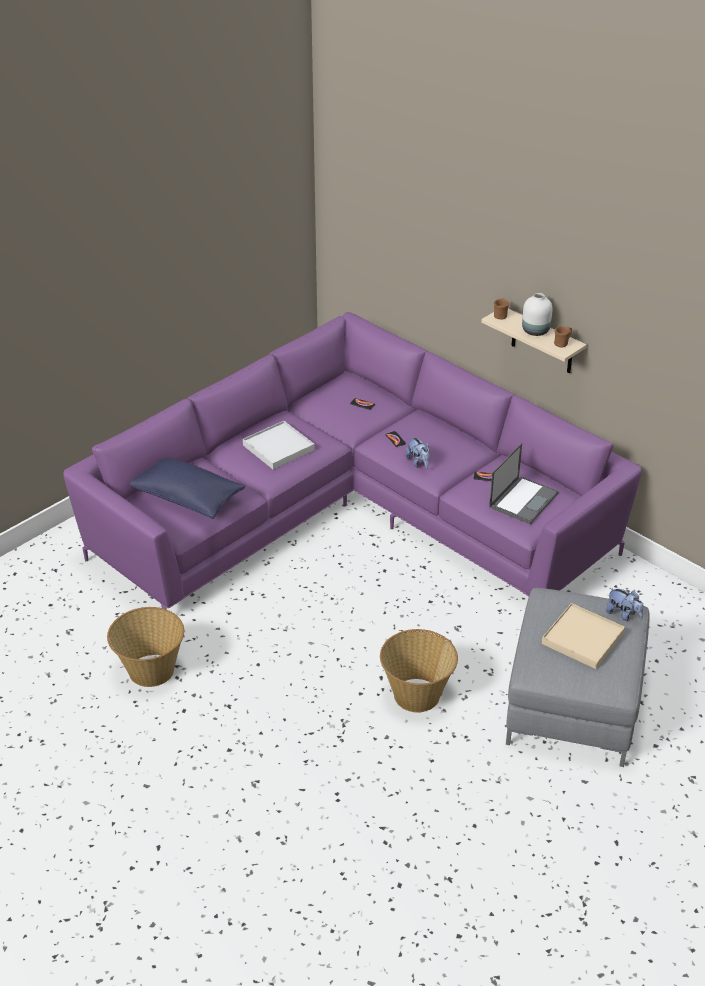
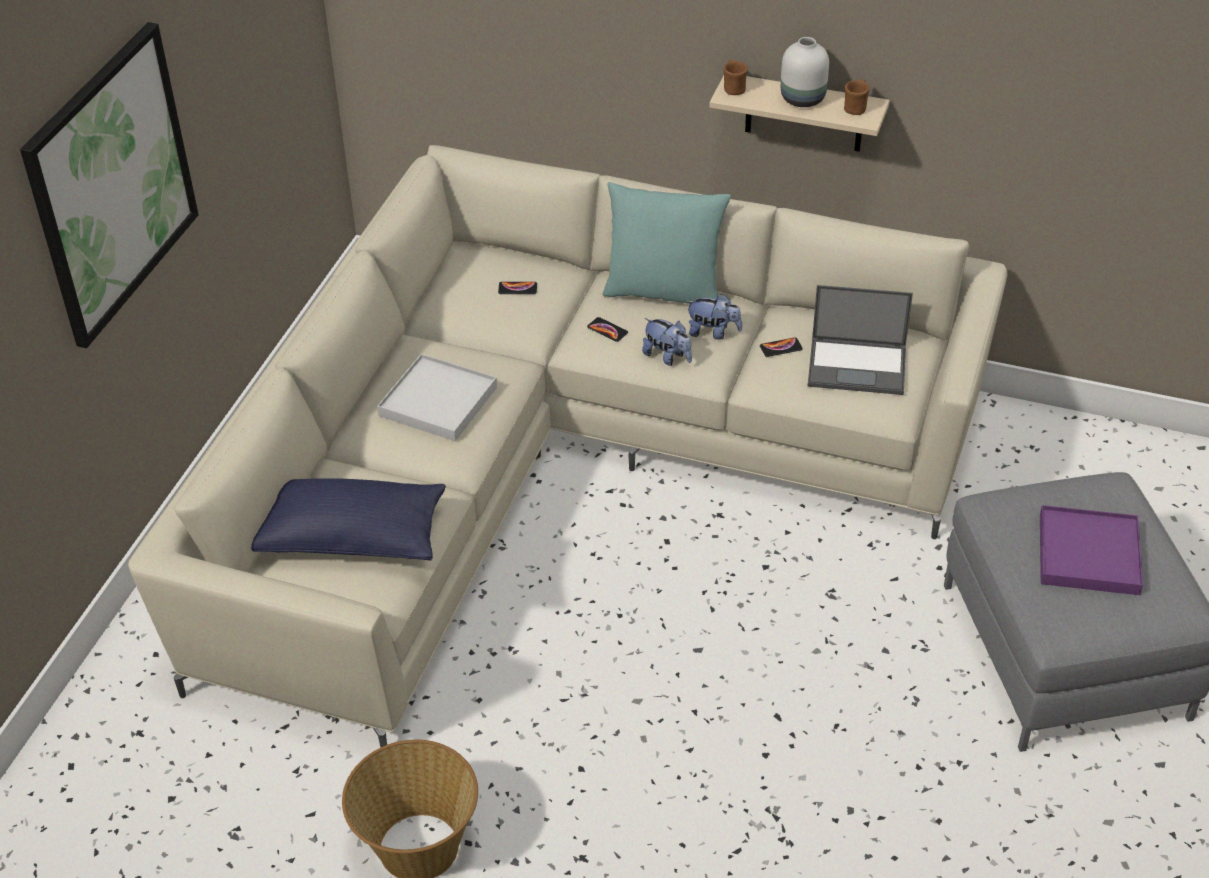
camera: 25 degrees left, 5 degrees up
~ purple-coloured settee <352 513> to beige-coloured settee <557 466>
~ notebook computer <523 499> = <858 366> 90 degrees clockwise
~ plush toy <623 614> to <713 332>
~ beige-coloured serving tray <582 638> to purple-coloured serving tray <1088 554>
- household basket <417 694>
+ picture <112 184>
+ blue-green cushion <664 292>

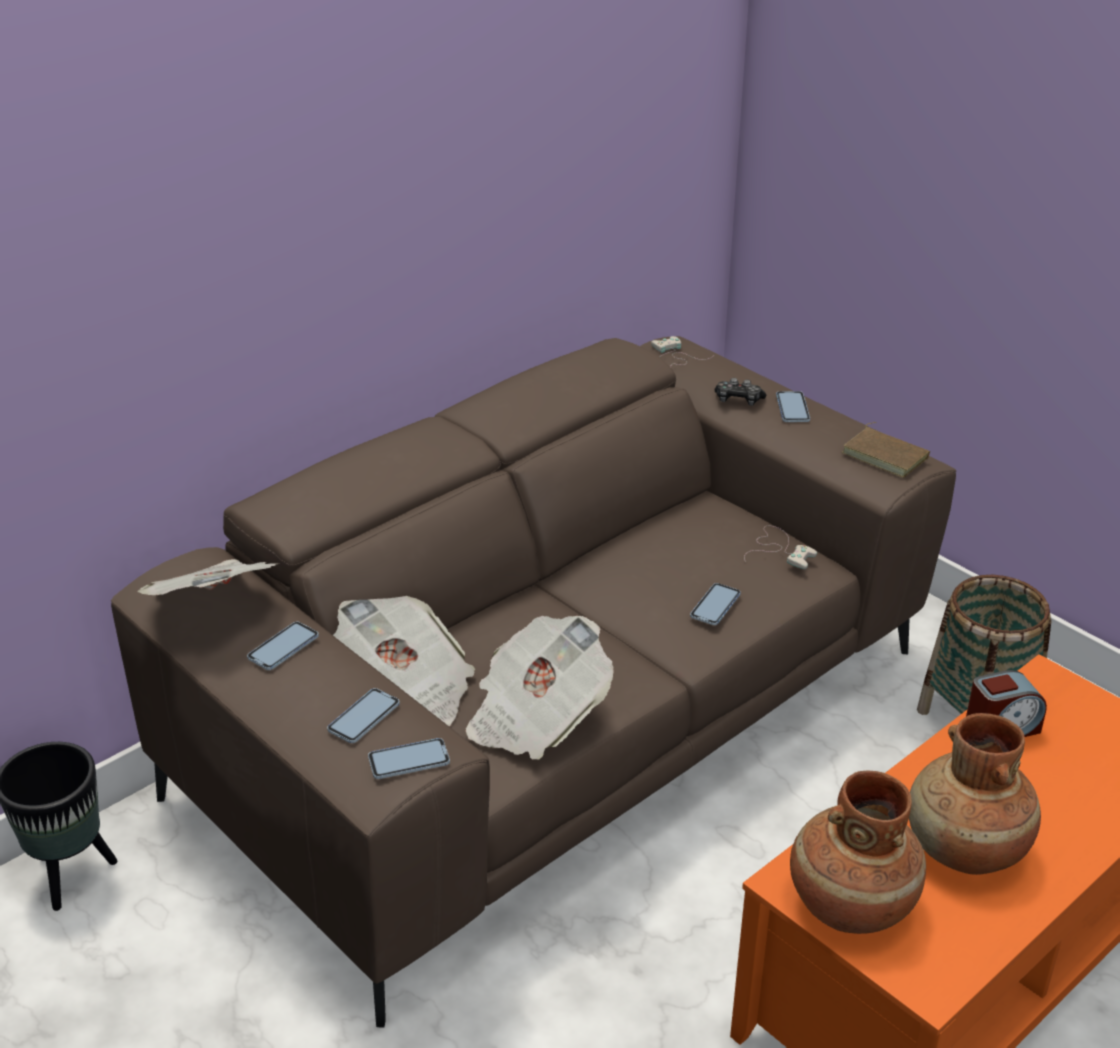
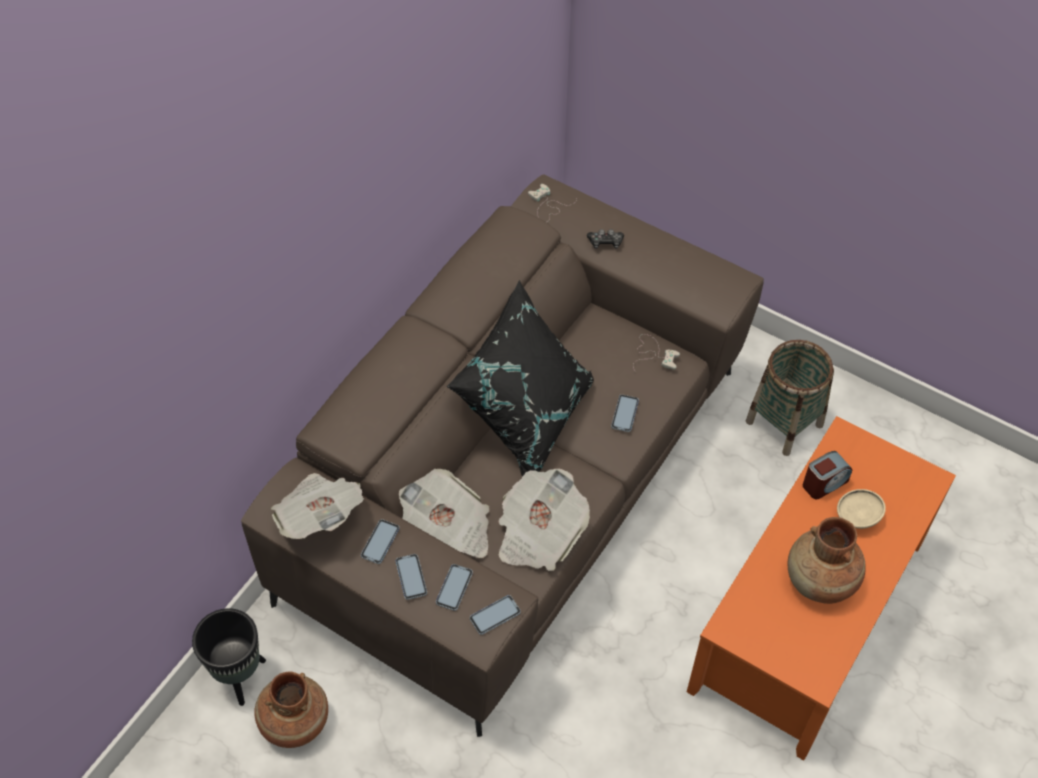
camera: 15 degrees left, 20 degrees up
~ telephone <792 408> to <411 577>
- brown-coloured book <886 455>
~ brown-coloured vase <849 904> to <294 722>
+ black-coloured cushion <525 415>
+ beige-coloured deep dish <857 516>

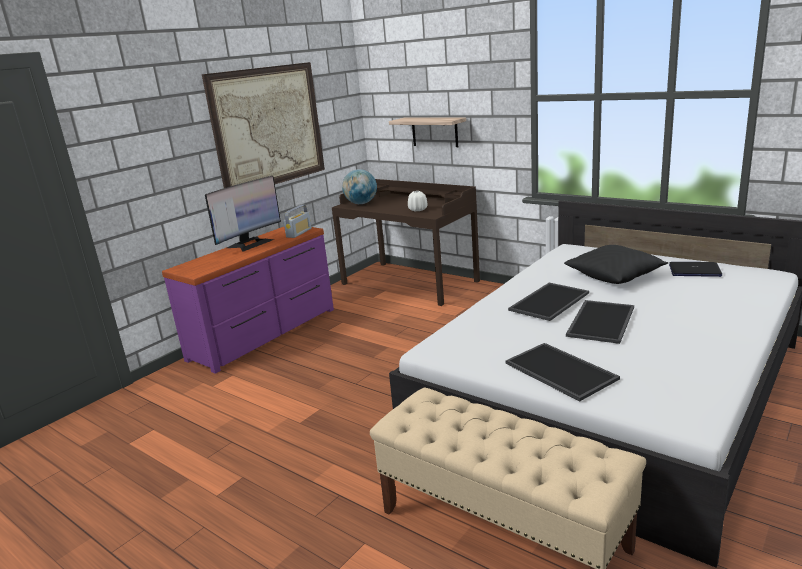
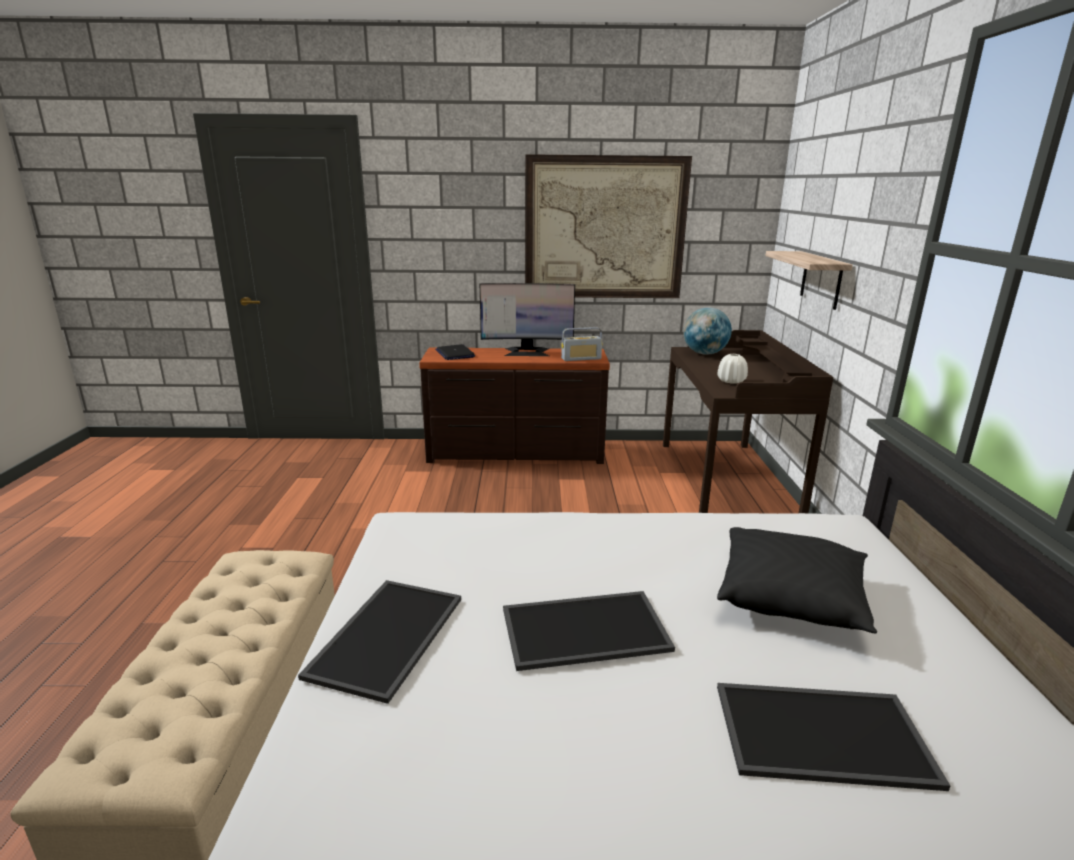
camera: 50 degrees right, 0 degrees up
~ purple-coloured dresser <265 334> to brown-coloured dresser <515 453>
~ notebook computer <694 271> to <454 353>
~ serving tray <548 301> to <823 732>

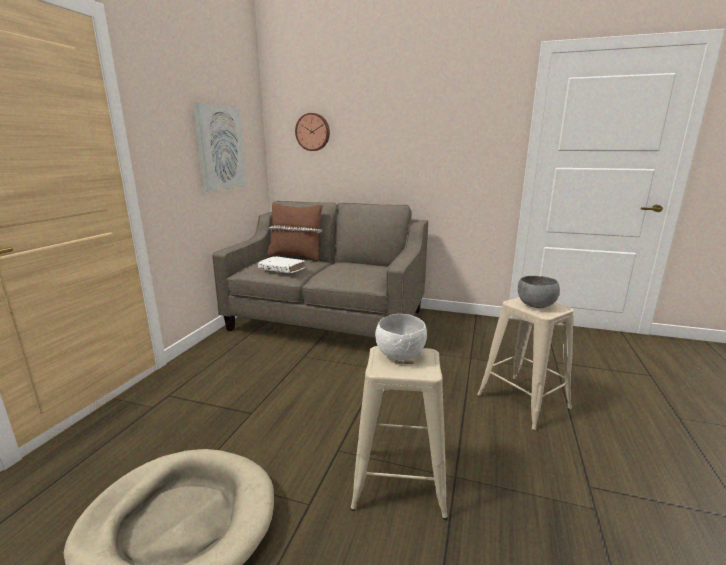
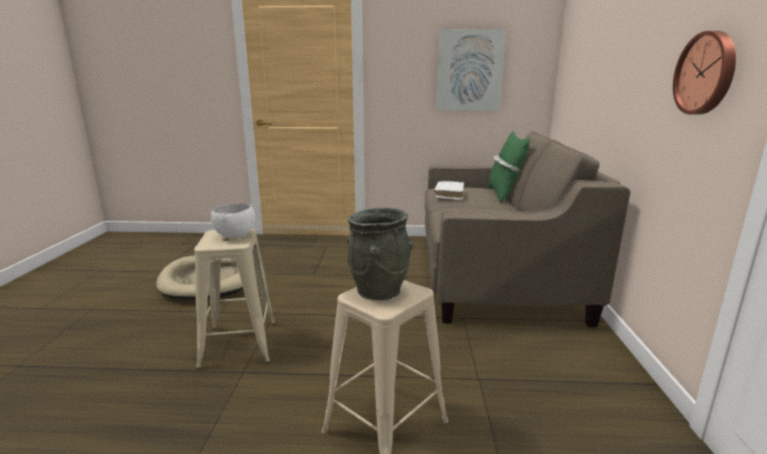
camera: 75 degrees right, 0 degrees up
~ wall clock <313 132> to <706 73>
~ brown-coloured cushion <295 257> to green-coloured cushion <504 194>
~ gray deep dish <535 306> to gray vase <379 291>

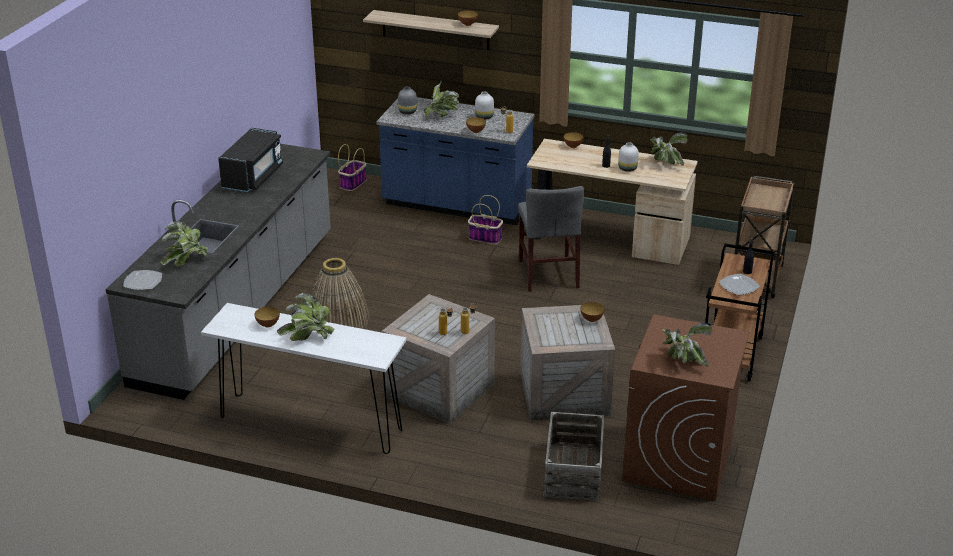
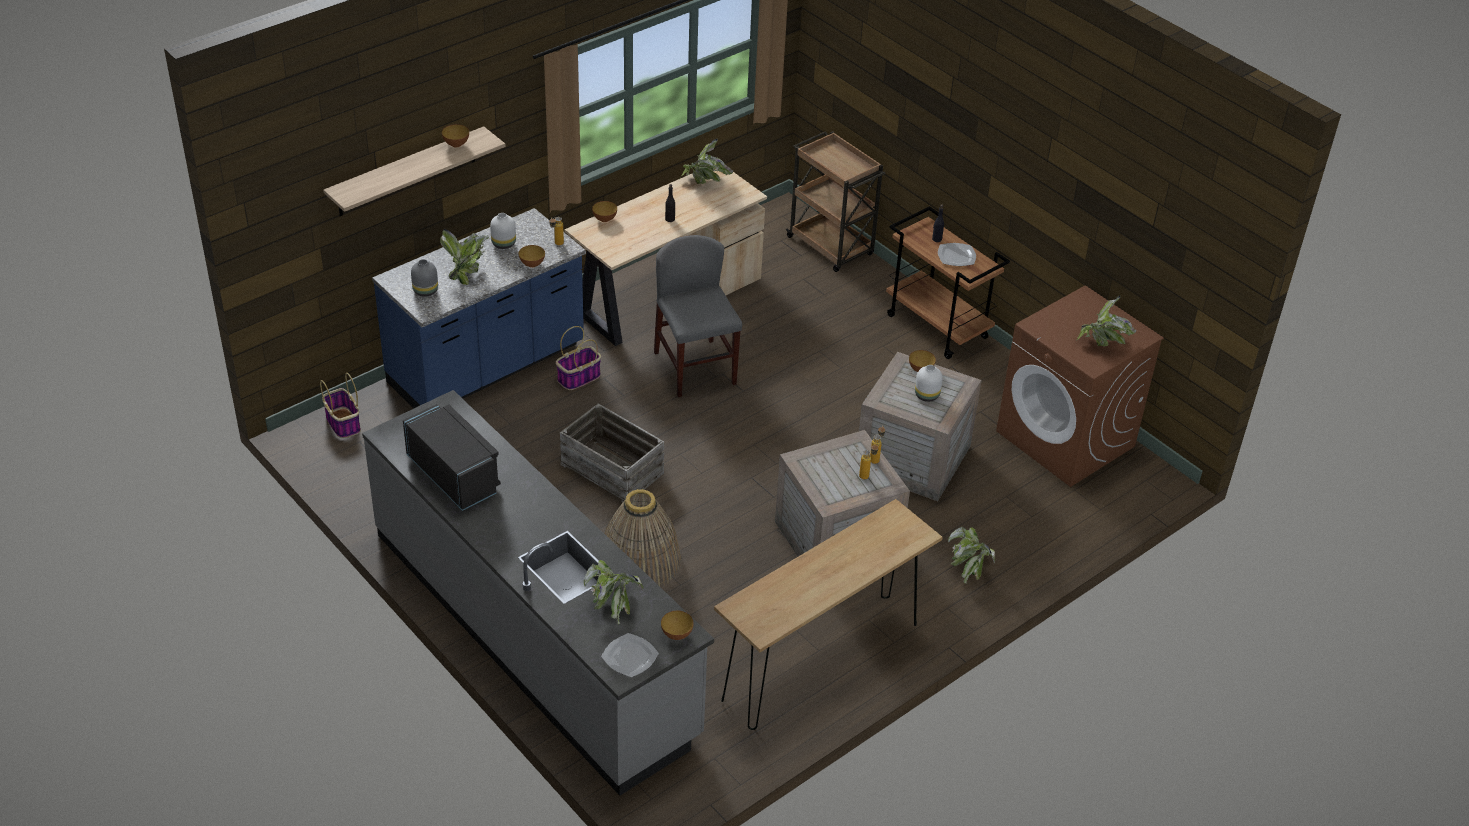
camera: 60 degrees left, 10 degrees up
~ white-coloured vase <627 169> to <927 396>
~ gray plain chair <548 274> = <695 368> 135 degrees counterclockwise
~ houseplant <307 337> to <970 567>
~ white-coloured narrow table <310 424> to brown-coloured narrow table <821 661>
~ deep dish <268 325> to <676 635>
~ packing crate <574 471> to <613 468>

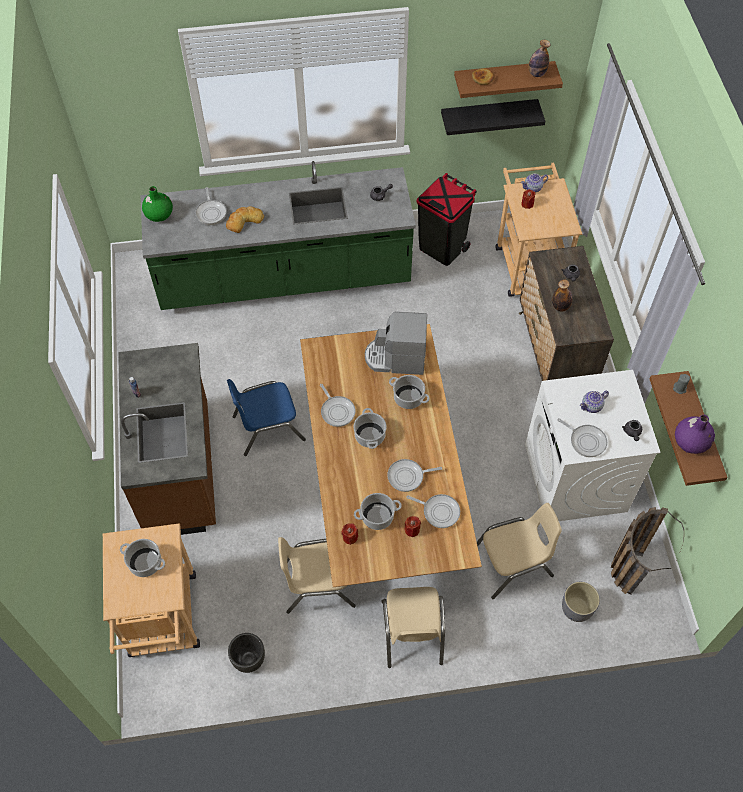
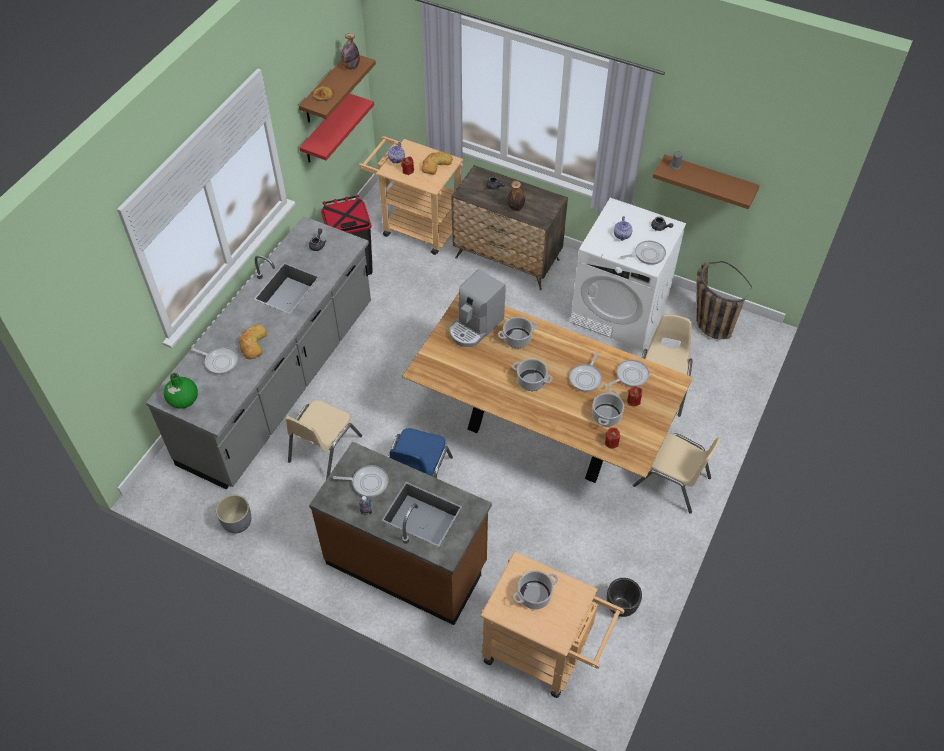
camera: 55 degrees left, 5 degrees down
~ black-coloured bracket shelf <488 114> to red bracket shelf <325 130>
~ green-coloured kitchen base unit <284 278> to gray kitchen base unit <280 383>
~ pan <337 411> to <368 482>
- purple-coloured vase <690 442>
~ beige-coloured plain chair <317 584> to <324 448>
~ gray plant pot <576 608> to <237 522>
+ bread <435 164>

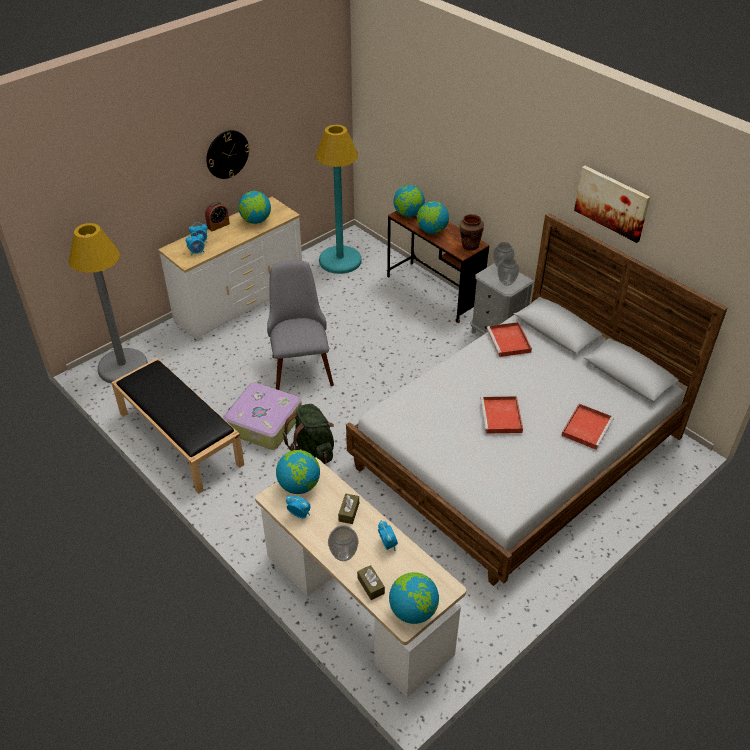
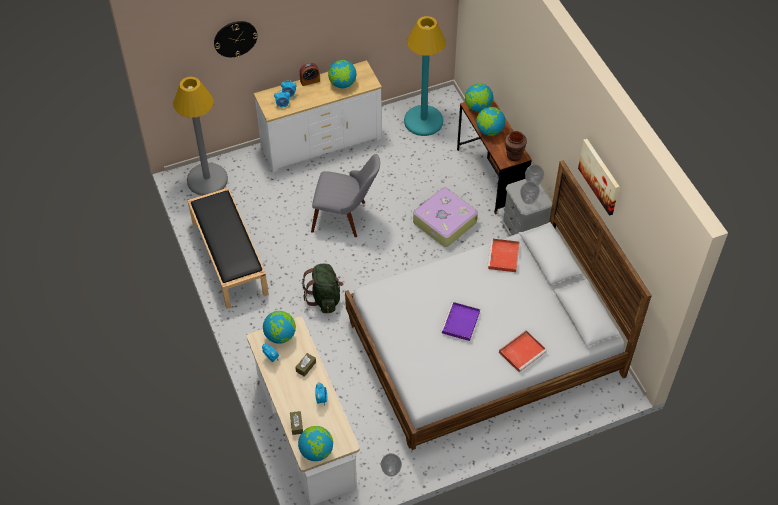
camera: 20 degrees right, 10 degrees up
~ wall clock <227 154> to <235 38>
~ gray plain chair <300 364> = <346 217> 90 degrees clockwise
~ travel case <263 423> to <444 222>
~ red serving tray <501 417> to purple-coloured serving tray <460 323>
~ vase <344 555> to <391 471>

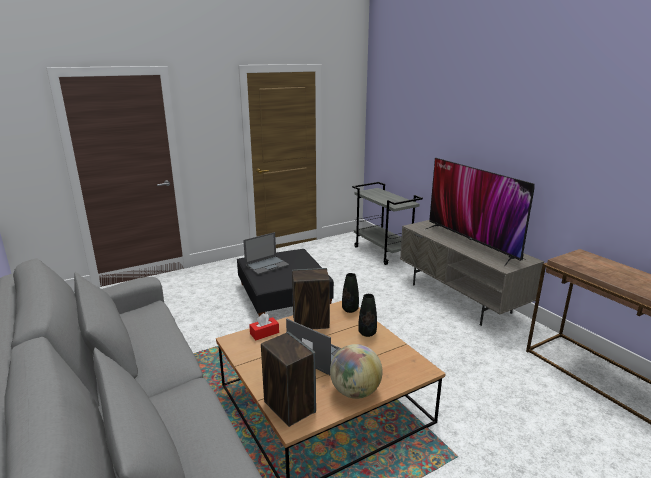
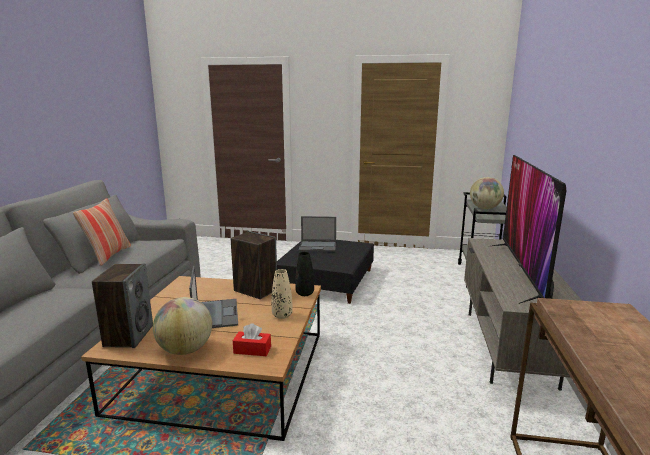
camera: 40 degrees right, 5 degrees down
~ black-coloured vase <367 333> to beige-coloured vase <282 315>
~ red box of tissues <264 333> to <252 350>
+ desk globe <484 208>
+ cushion <108 255>

